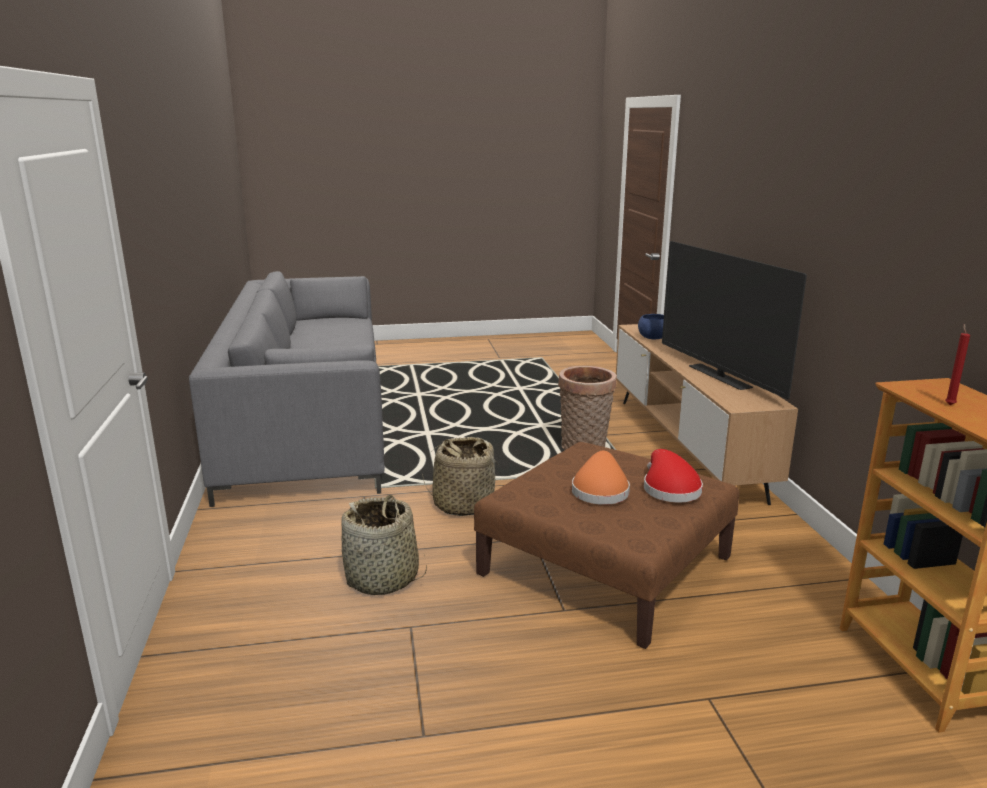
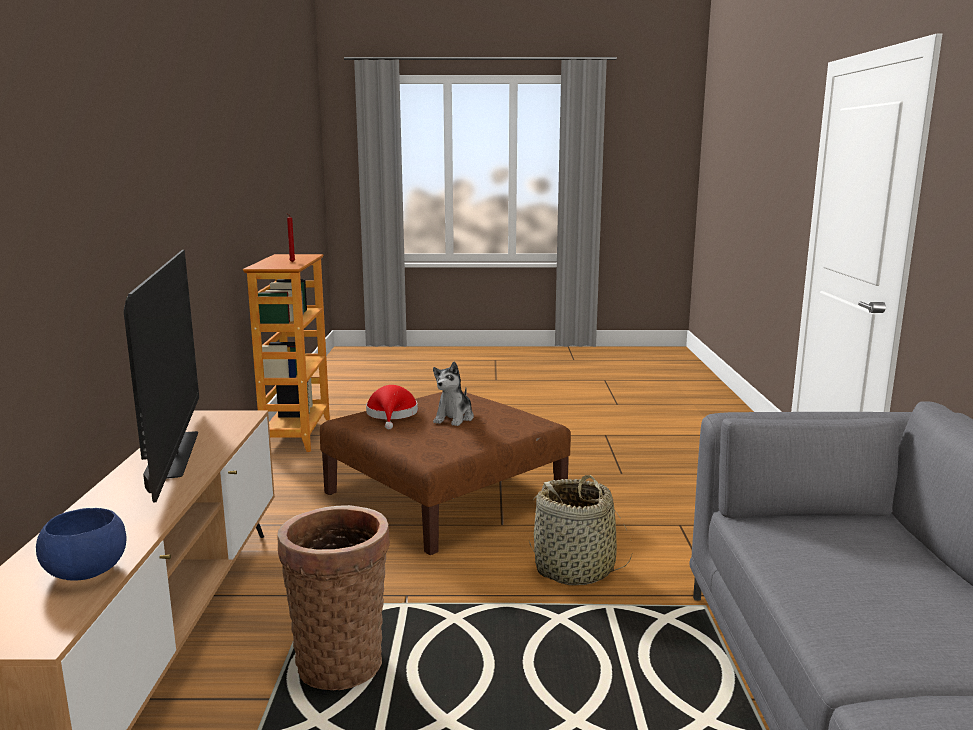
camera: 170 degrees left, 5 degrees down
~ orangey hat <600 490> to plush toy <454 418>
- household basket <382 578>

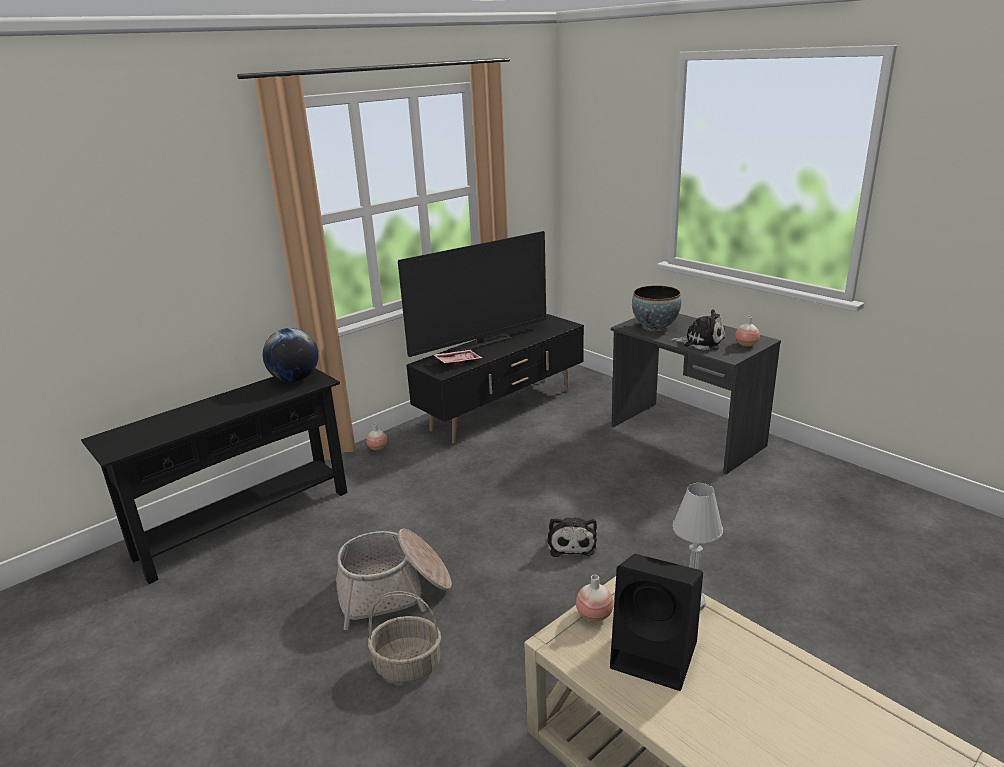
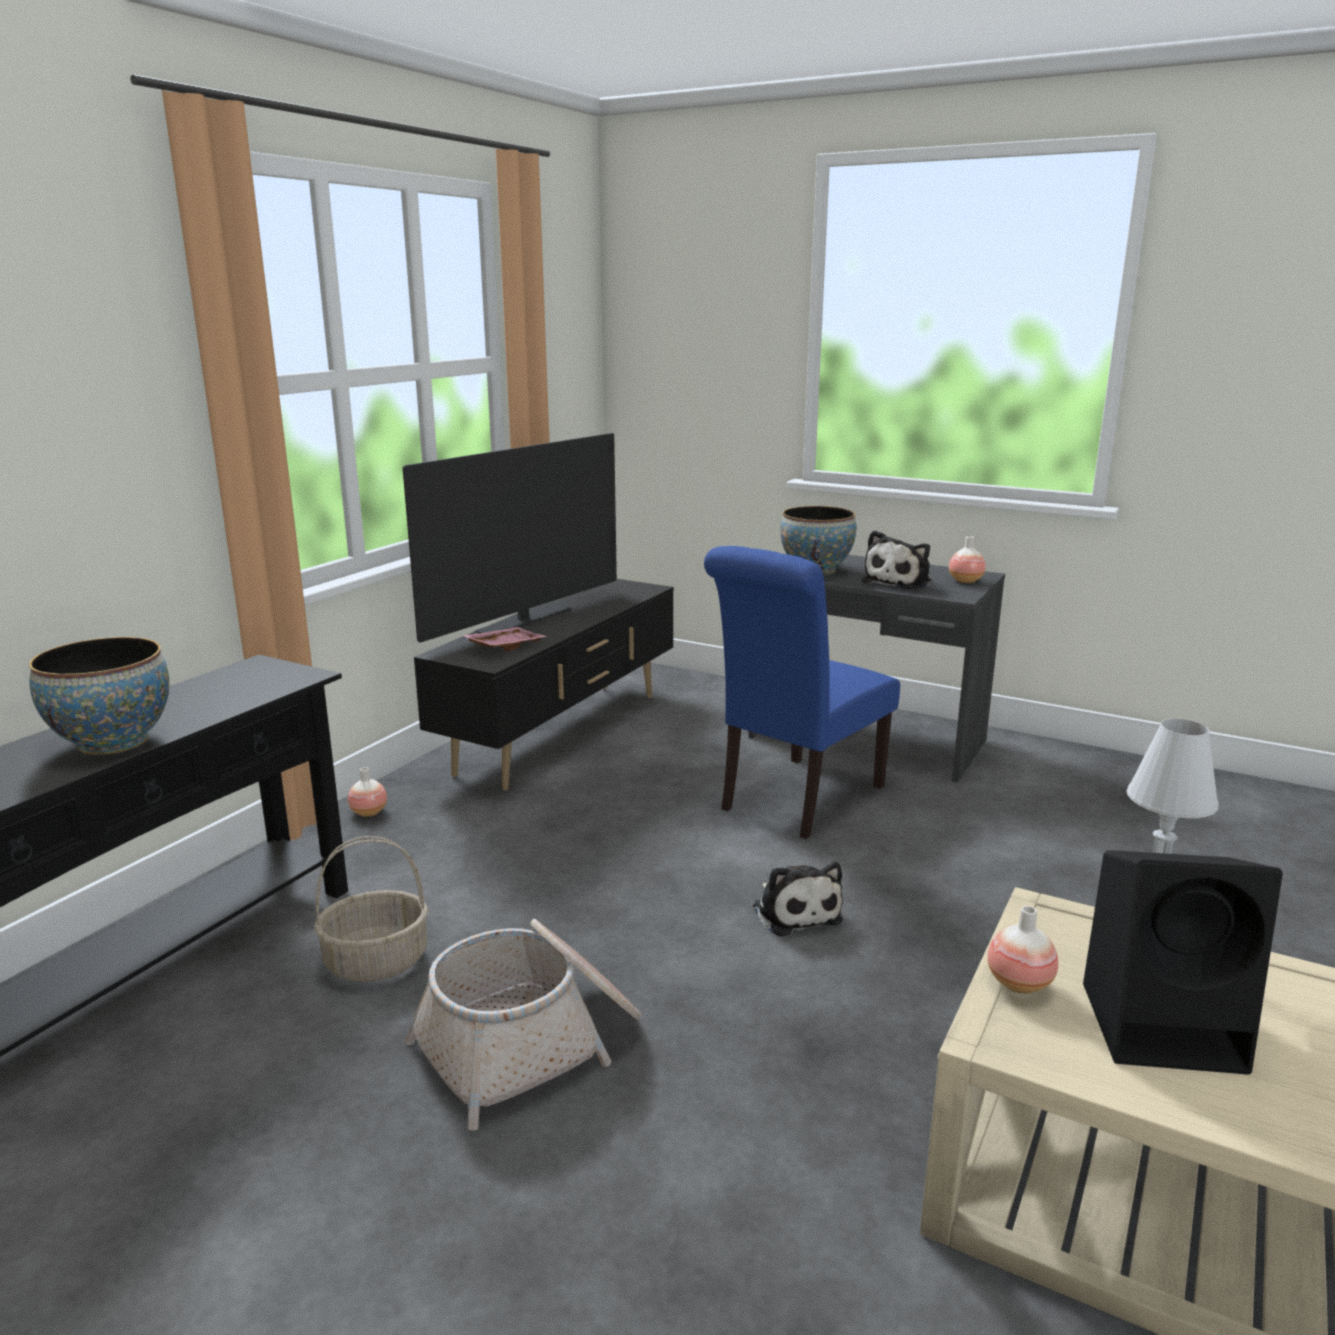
camera: 20 degrees left, 5 degrees down
~ plush toy <701 342> = <900 582> 120 degrees clockwise
- desk globe <295 379>
~ household basket <408 664> to <377 961>
+ bluish plain chair <796 800>
+ deep dish <113 742>

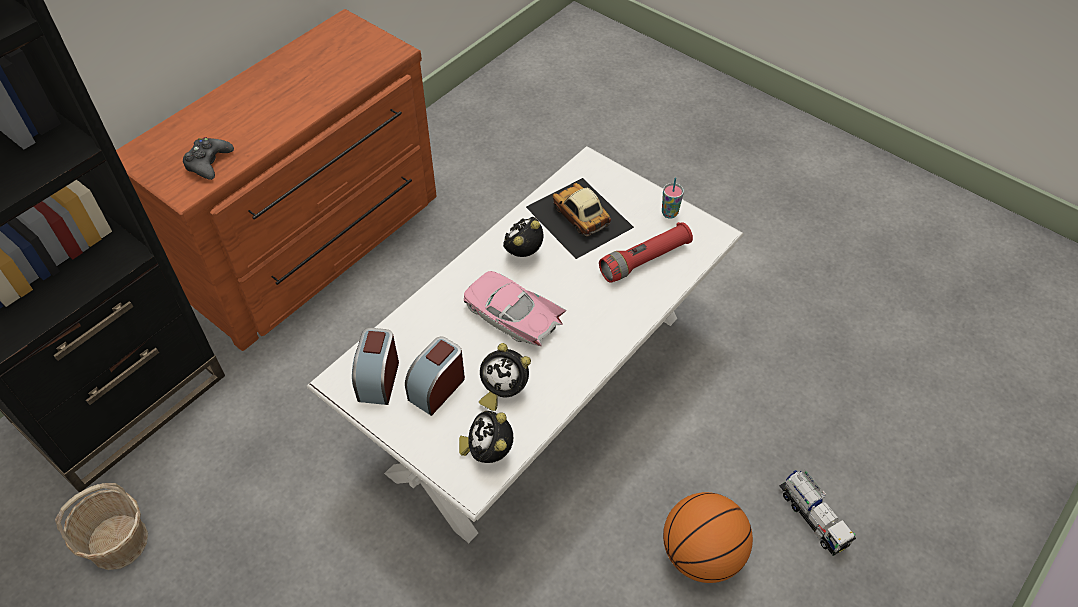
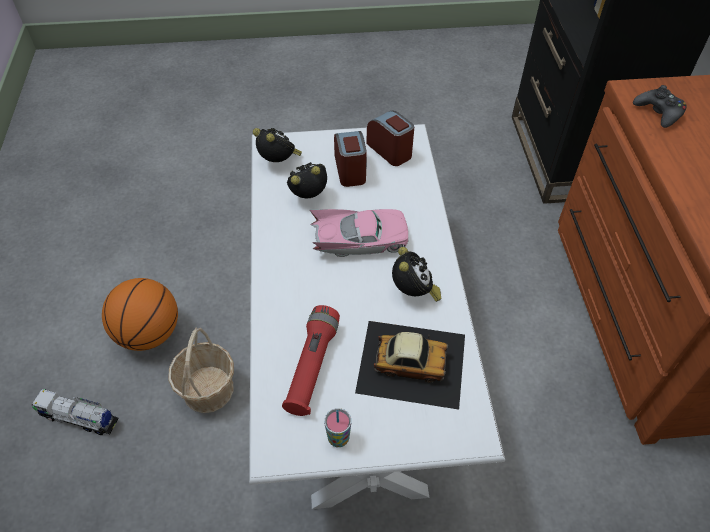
camera: 135 degrees right, 0 degrees up
~ household basket <117 542> to <208 389>

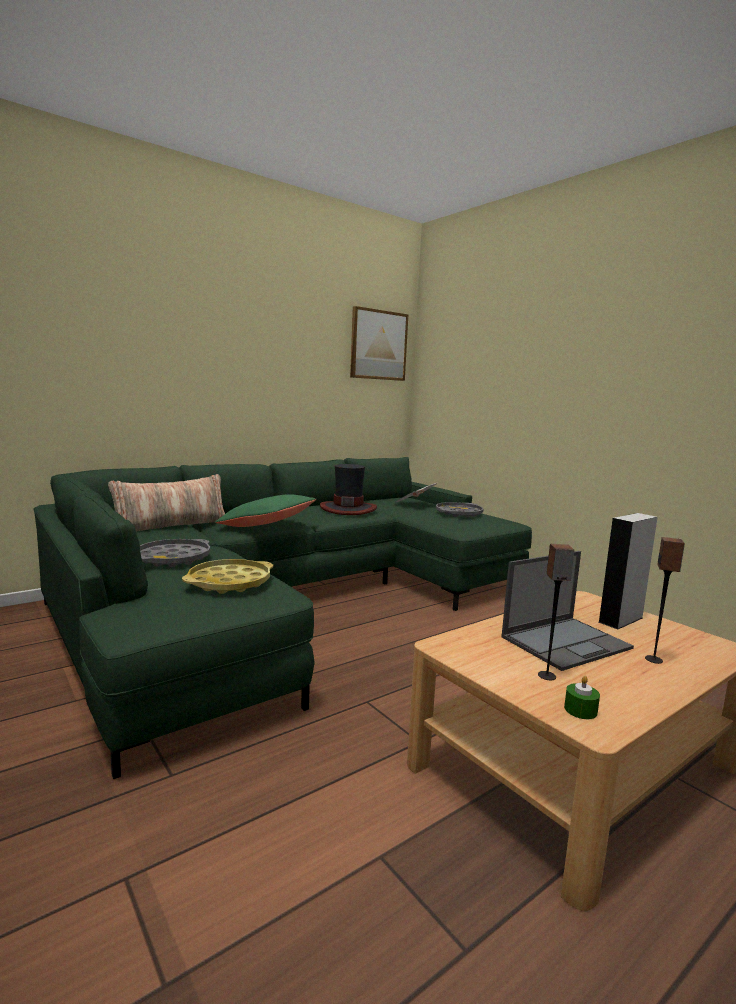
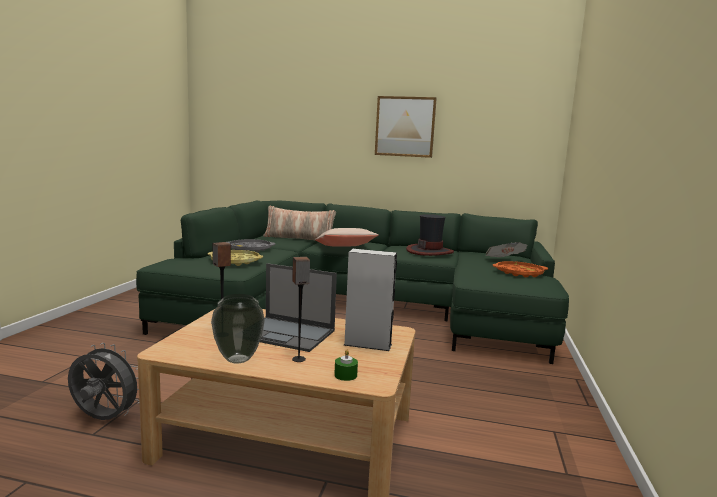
camera: 50 degrees right, 0 degrees up
~ picture <378 345> to <405 127>
~ green-coloured cushion <267 525> to beige-coloured cushion <345 248>
~ gray serving tray <458 514> to orangey serving tray <519 273>
~ green-coloured candle <580 710> to <345 375>
+ vase <238 359>
+ gray fan <103 419>

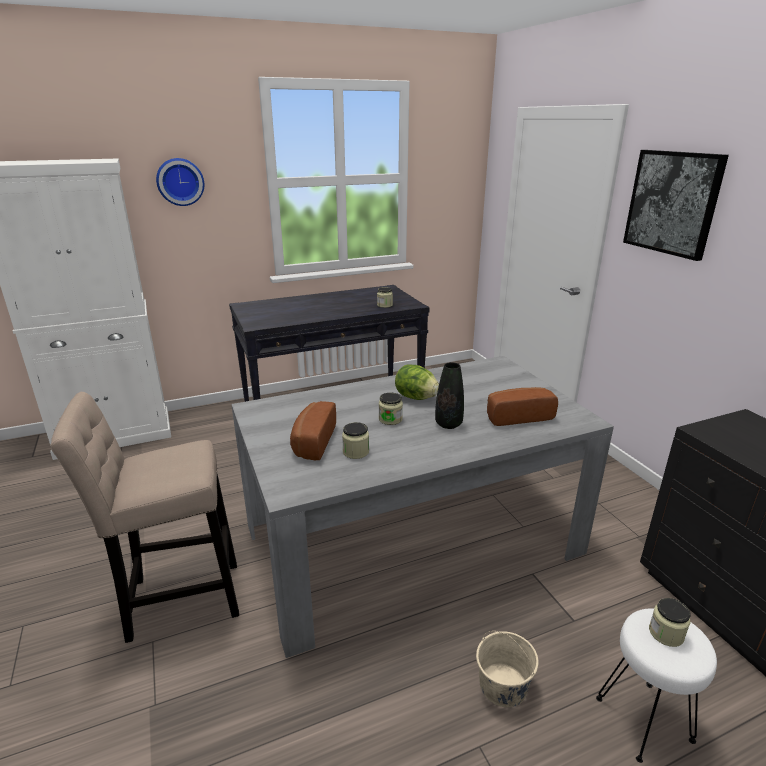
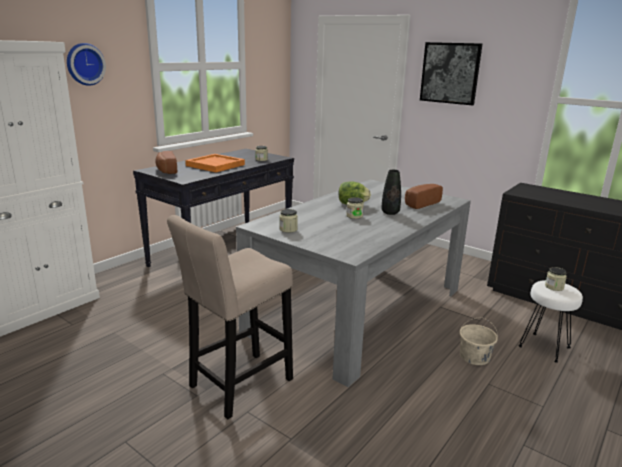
camera: 30 degrees left, 5 degrees down
~ bread <312 442> to <166 170>
~ storage jar <356 452> to <288 229>
+ orangey serving tray <216 165>

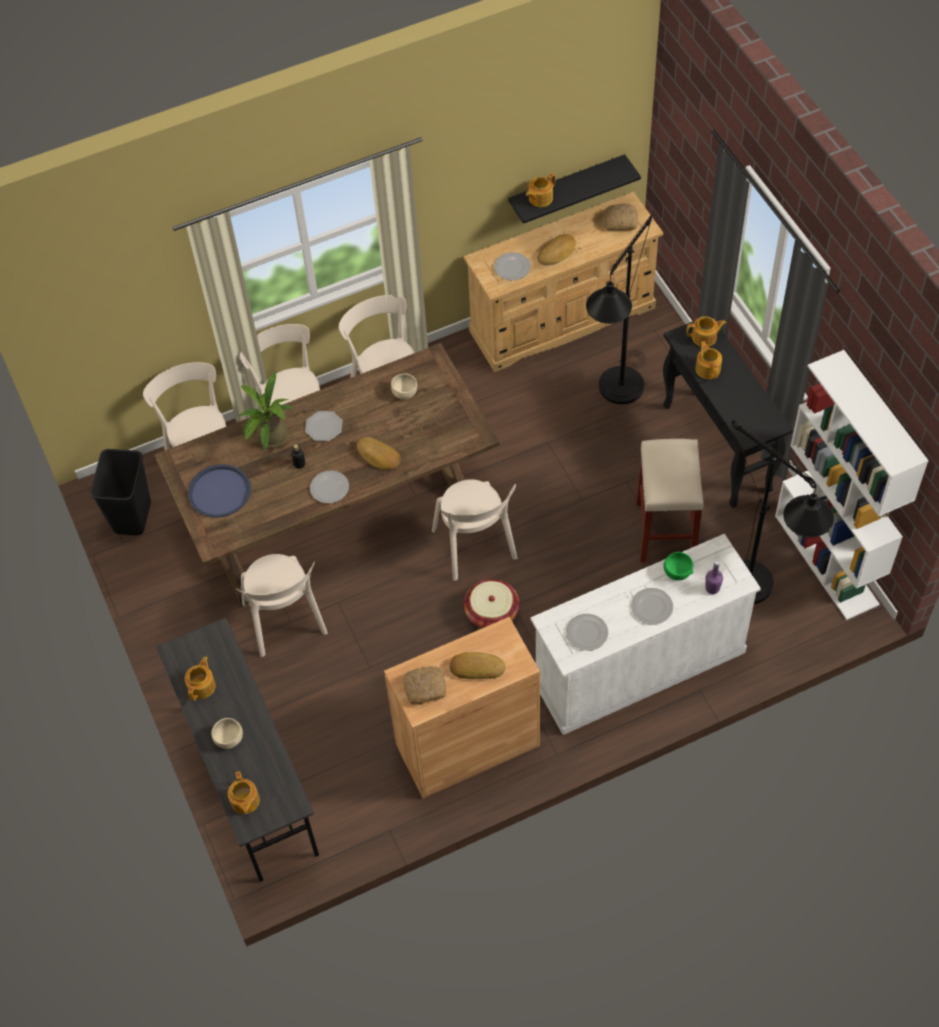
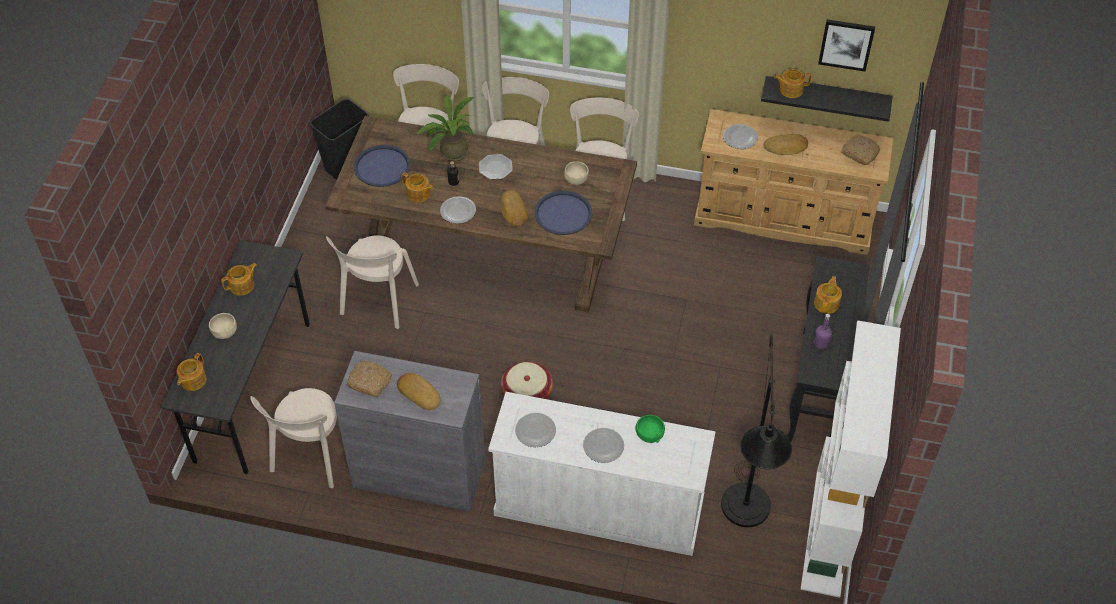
camera: 35 degrees right, 5 degrees down
- black-coloured floor lamp <616 396>
~ pot for tea <705 337> to <418 194>
- beige-coloured stool seat <666 532>
~ beige-coloured plain chair <475 548> to <311 457>
~ purple-coloured bottle <712 588> to <821 343>
~ brown-coloured storage cabinet <468 745> to gray storage cabinet <419 473>
+ picture <846 44>
+ bluish serving tray <563 214>

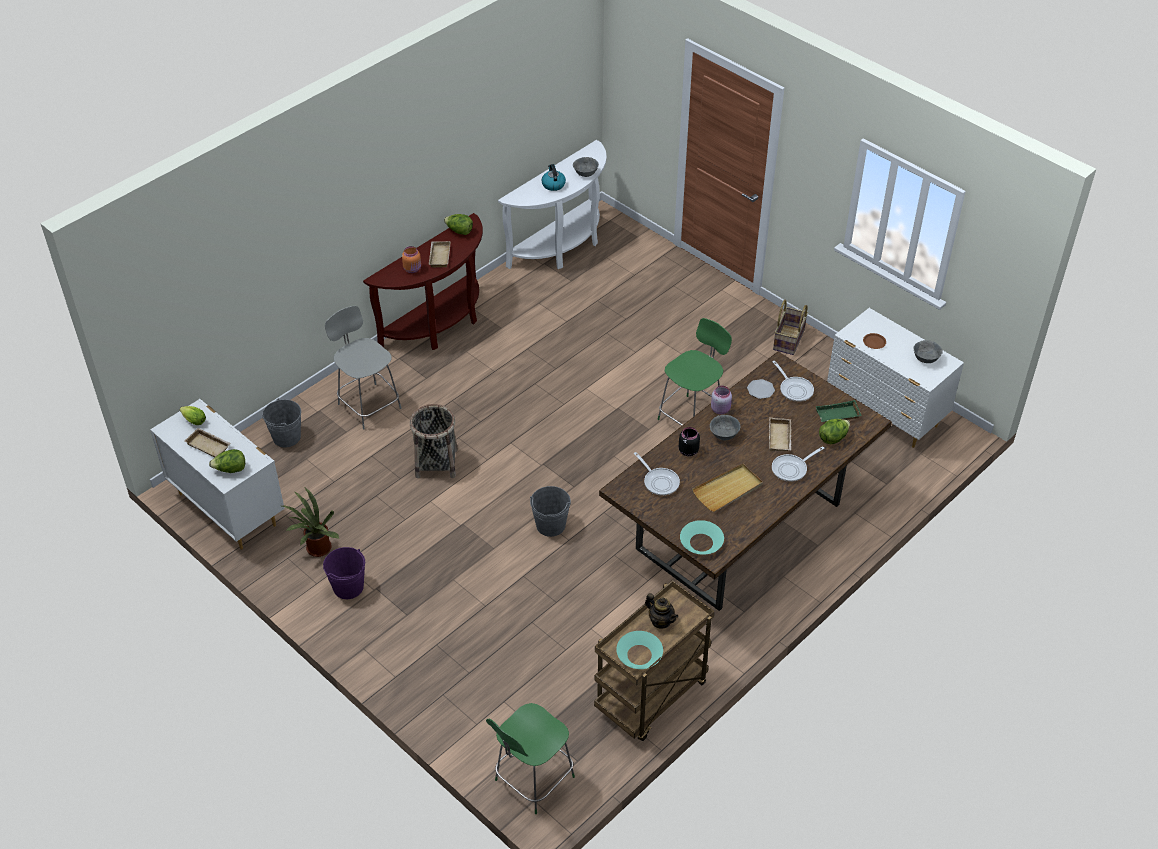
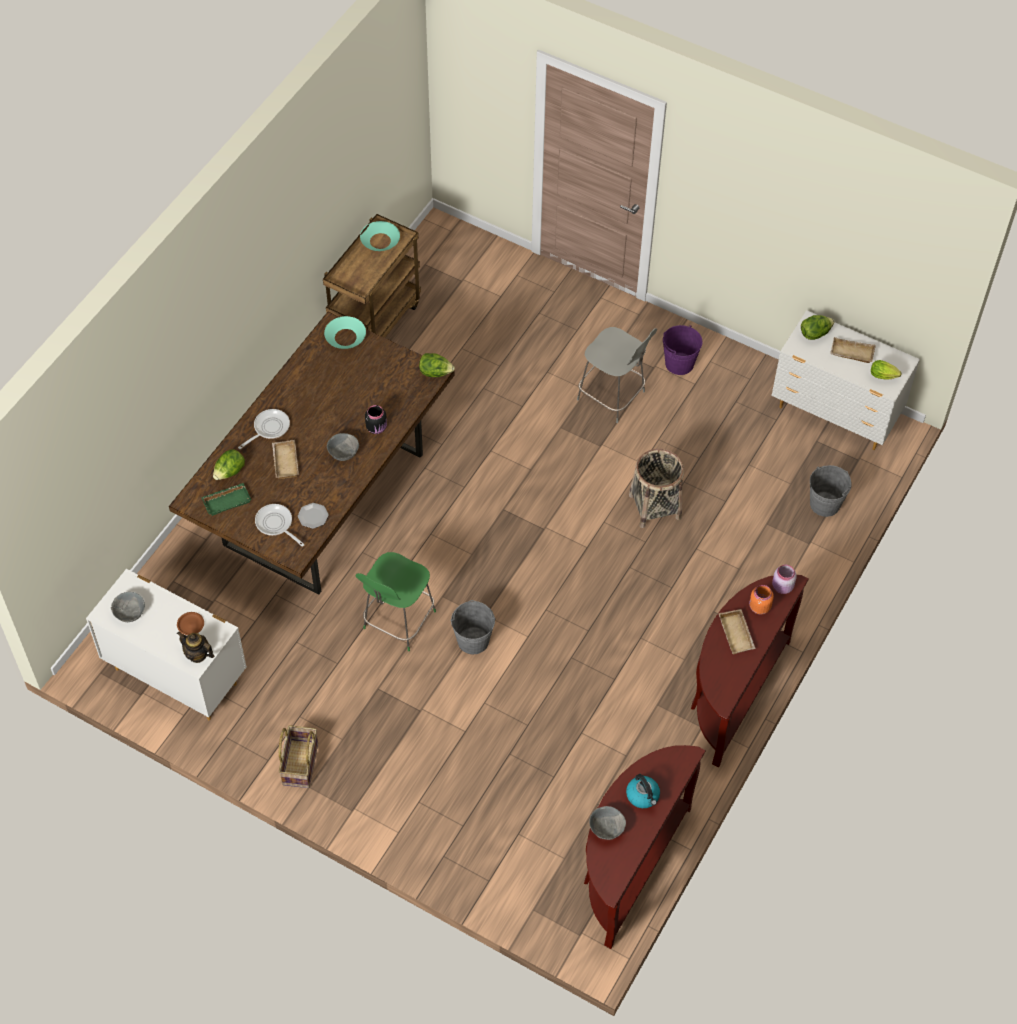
camera: 165 degrees right, 10 degrees up
~ white-coloured narrow table <562 246> to brown-coloured narrow table <629 865>
~ head of lettuce <459 231> to <435 373>
~ gray plain chair <368 404> to <613 397>
~ pink-coloured storage jar <721 409> to <782 587>
- pan <659 482>
- beige-coloured serving tray <728 489>
~ gray water bucket <550 525> to <473 640>
- houseplant <316 549>
~ pot for tea <661 621> to <197 654>
- green-coloured plain chair <532 780>

